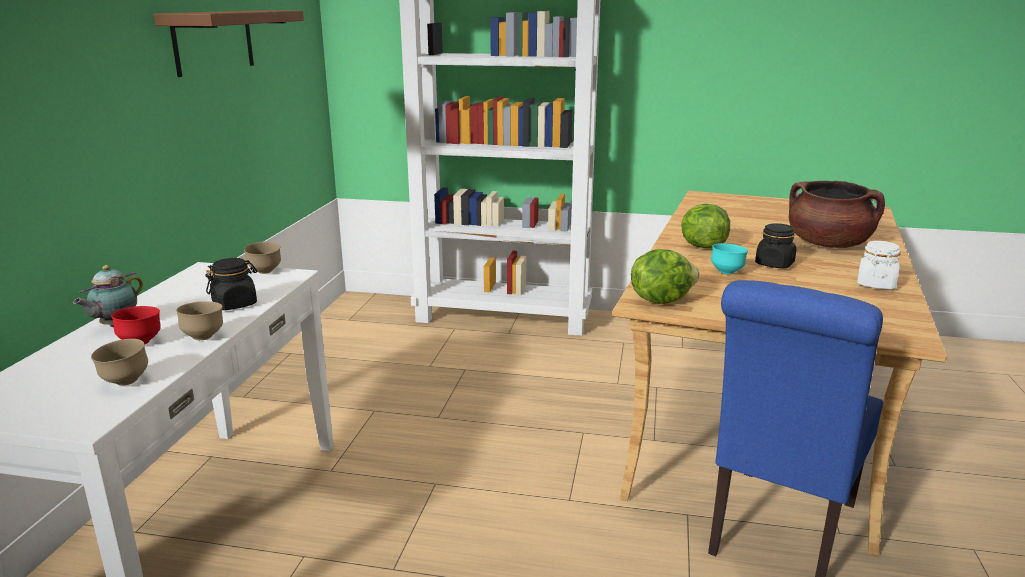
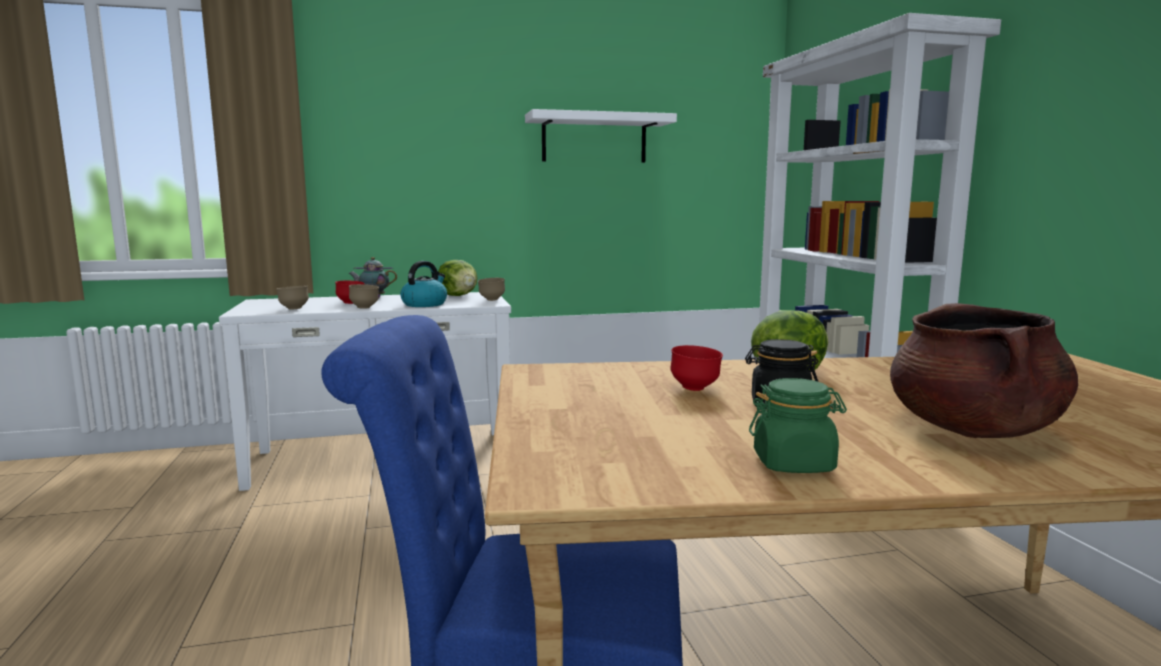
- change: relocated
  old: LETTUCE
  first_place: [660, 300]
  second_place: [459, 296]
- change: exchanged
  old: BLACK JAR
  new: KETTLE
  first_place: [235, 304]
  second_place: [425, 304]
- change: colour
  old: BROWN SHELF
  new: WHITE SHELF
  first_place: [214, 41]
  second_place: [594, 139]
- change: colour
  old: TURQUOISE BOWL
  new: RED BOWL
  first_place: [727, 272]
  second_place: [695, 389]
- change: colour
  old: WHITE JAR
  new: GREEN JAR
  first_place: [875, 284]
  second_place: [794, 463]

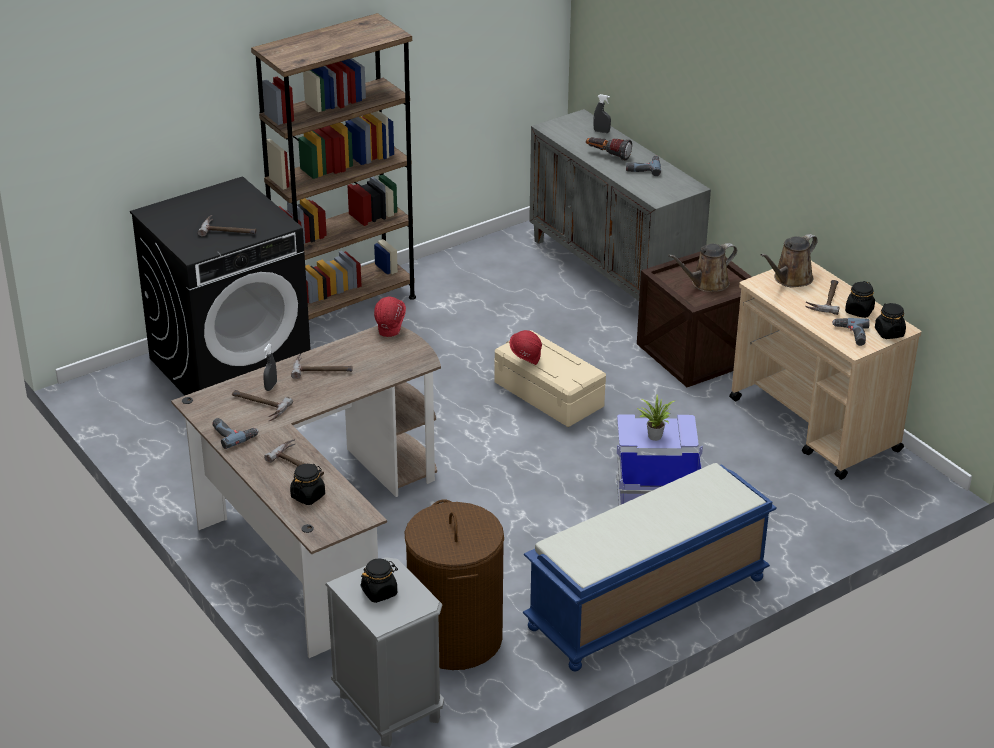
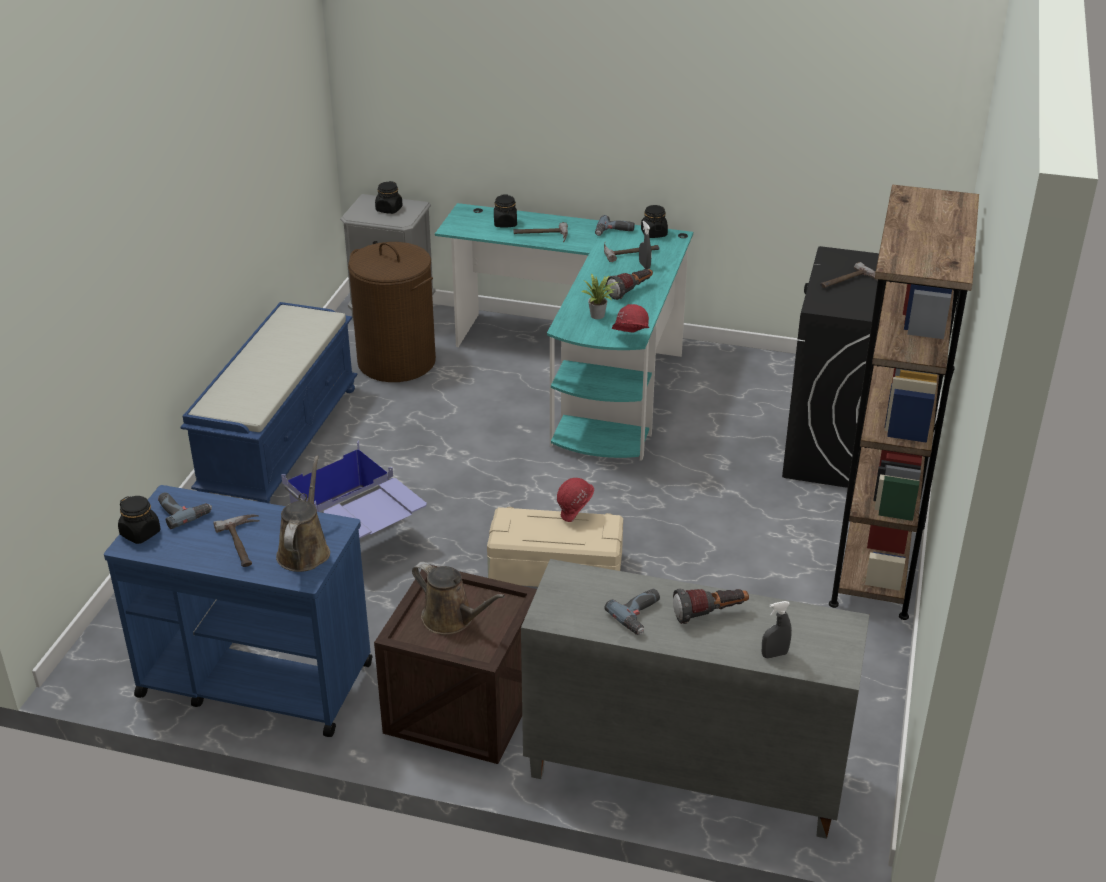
- change: relocated
  old: POTTED PLANT
  first_place: [653, 435]
  second_place: [599, 316]
- change: relocated
  old: BLACK JAR
  first_place: [859, 311]
  second_place: [653, 233]
- change: exchanged
  old: HAMMER
  new: FLASHLIGHT
  first_place: [322, 368]
  second_place: [631, 291]
- change: colour
  old: BROWN DESK
  new: TURQUOISE DESK
  first_place: [314, 529]
  second_place: [585, 375]
- change: colour
  old: BEIGE CART
  new: BLUE CART
  first_place: [815, 425]
  second_place: [254, 679]
- change: spun
  old: BROWN WATERING CAN
  first_place: [707, 284]
  second_place: [452, 619]
  degrees: 105

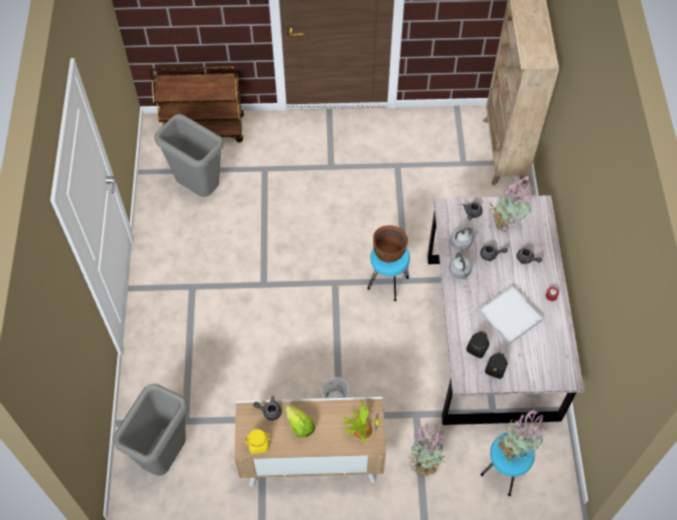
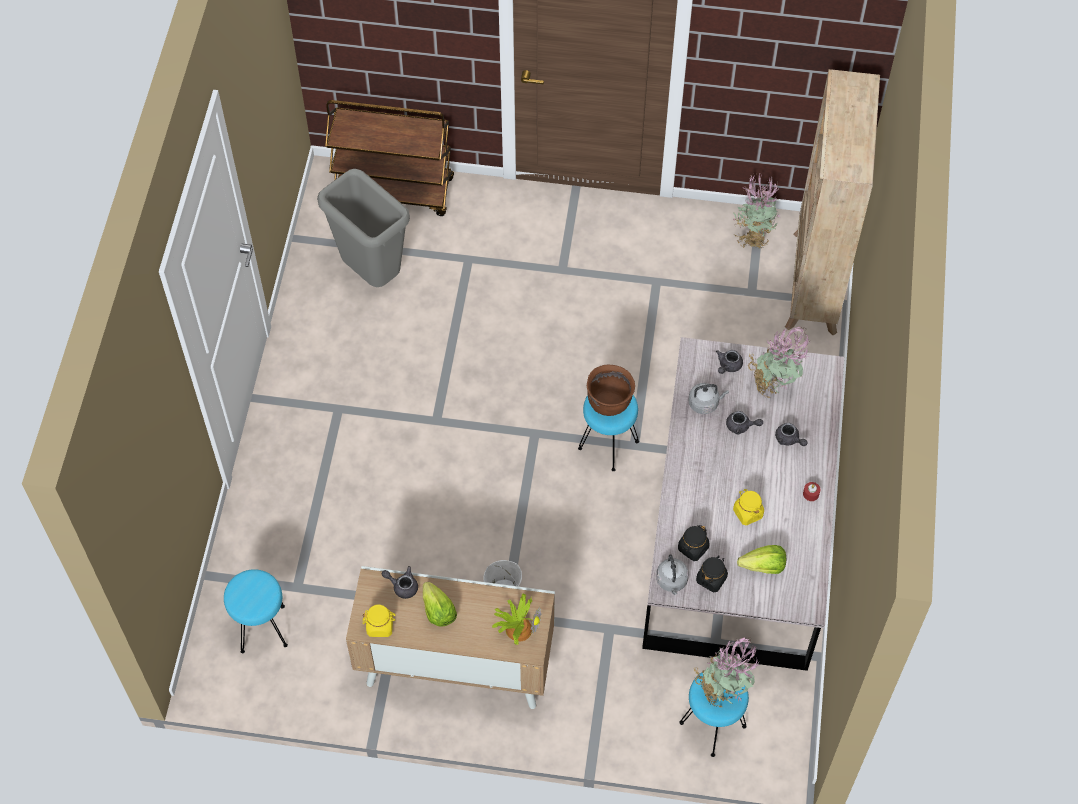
- change: appeared
  new: LETTUCE
  second_place: [763, 567]
- change: relocated
  old: POTTED PLANT
  first_place: [425, 462]
  second_place: [753, 236]
- change: relocated
  old: GREY KETTLE
  first_place: [460, 272]
  second_place: [672, 581]
- change: exchanged
  old: GREY TRASH CAN
  new: TURQUOISE STOOL
  first_place: [165, 455]
  second_place: [262, 627]
- change: exchanged
  old: WHITE TRAY
  new: YELLOW JAR
  first_place: [510, 316]
  second_place: [747, 513]

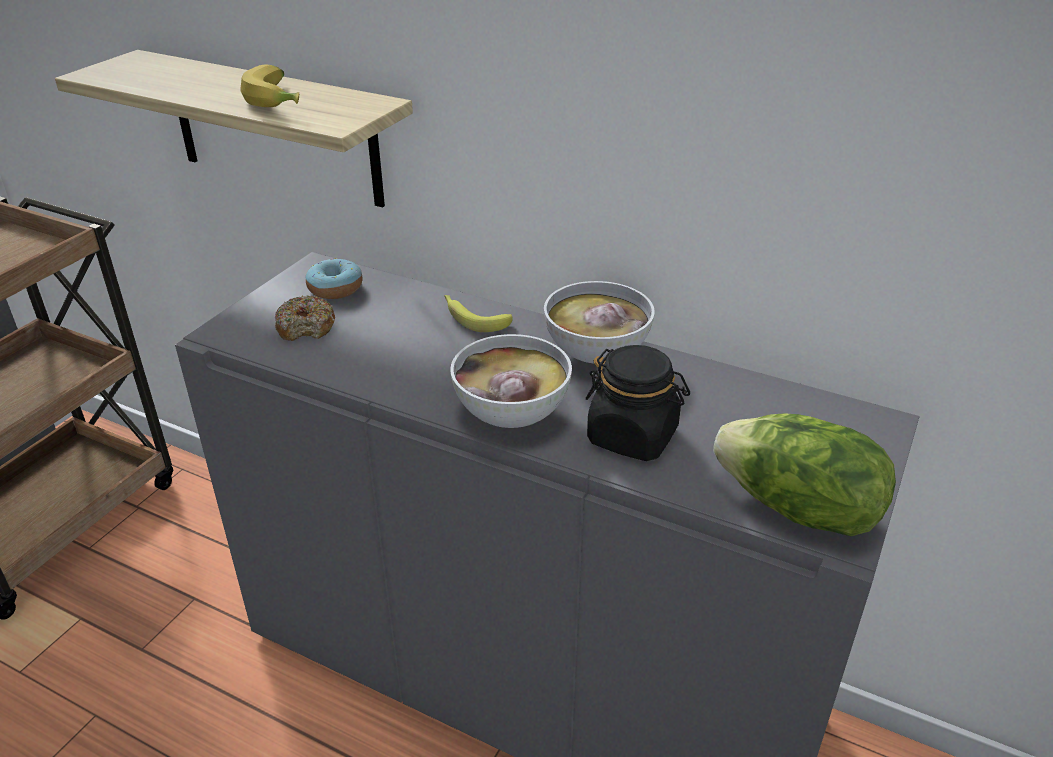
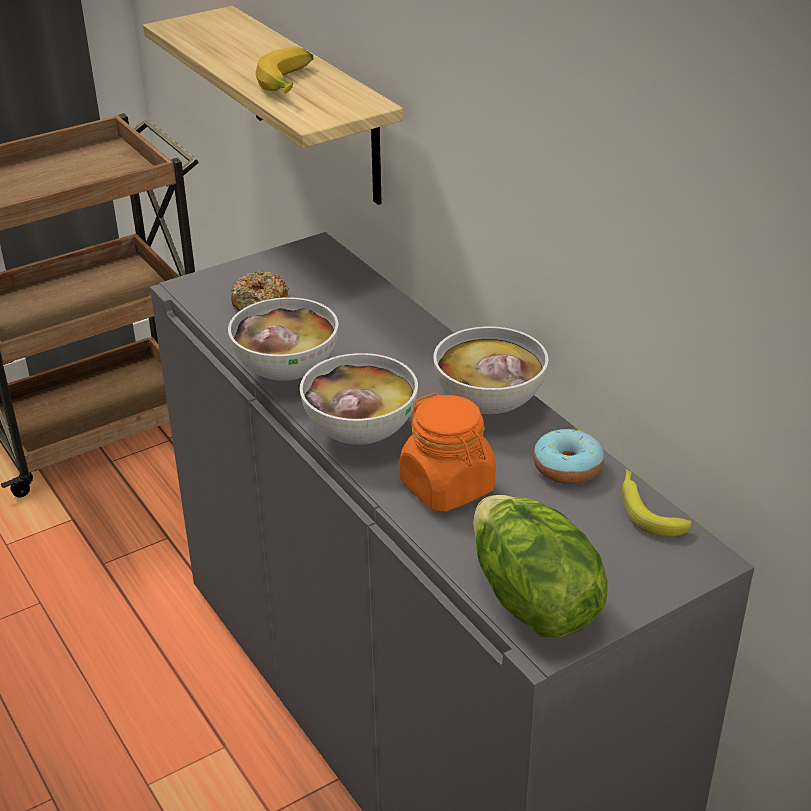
- change: appeared
  new: BOWL
  second_place: [287, 370]
- change: relocated
  old: DONUT
  first_place: [335, 288]
  second_place: [567, 467]
- change: relocated
  old: BANANA
  first_place: [473, 318]
  second_place: [647, 509]
- change: colour
  old: BLACK JAR
  new: ORANGE JAR
  first_place: [633, 436]
  second_place: [447, 487]

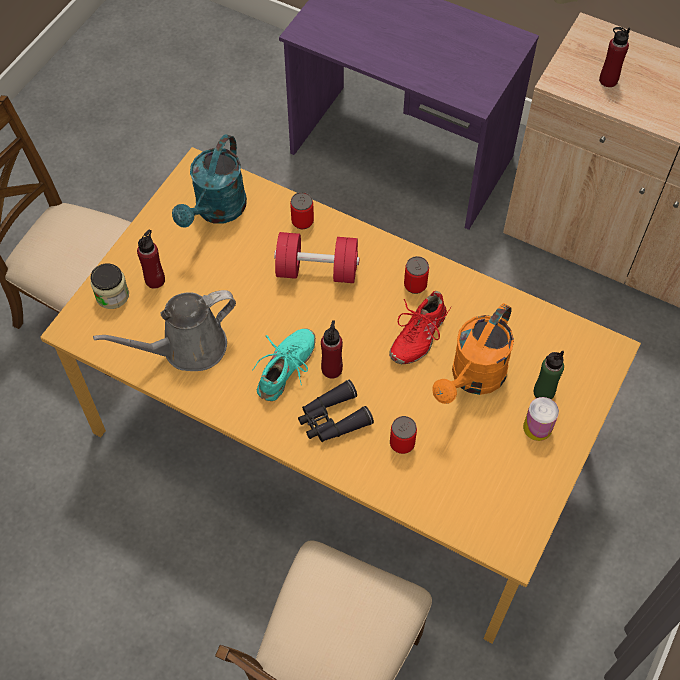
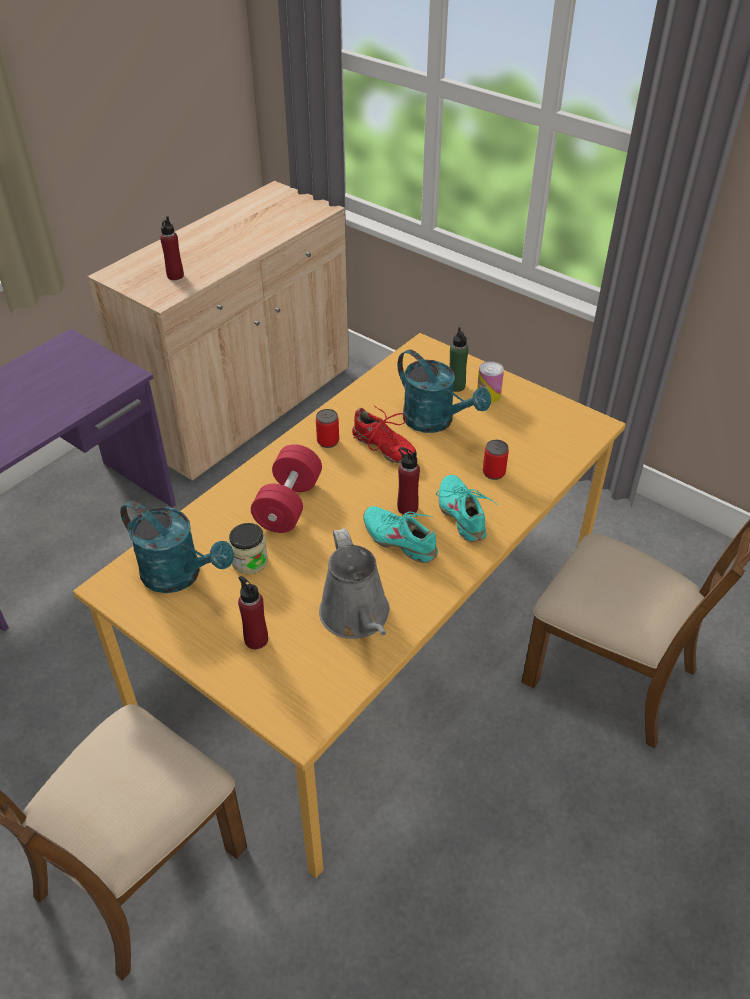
- change: missing
  old: CAN
  first_place: [302, 221]
- change: relocated
  old: JAR
  first_place: [112, 295]
  second_place: [249, 561]
- change: exchanged
  old: BLACK BINOCULARS
  new: TURQUOISE SHOE
  first_place: [332, 419]
  second_place: [462, 514]
- change: colour
  old: ORANGE WATERING CAN
  new: TURQUOISE WATERING CAN
  first_place: [473, 379]
  second_place: [436, 421]

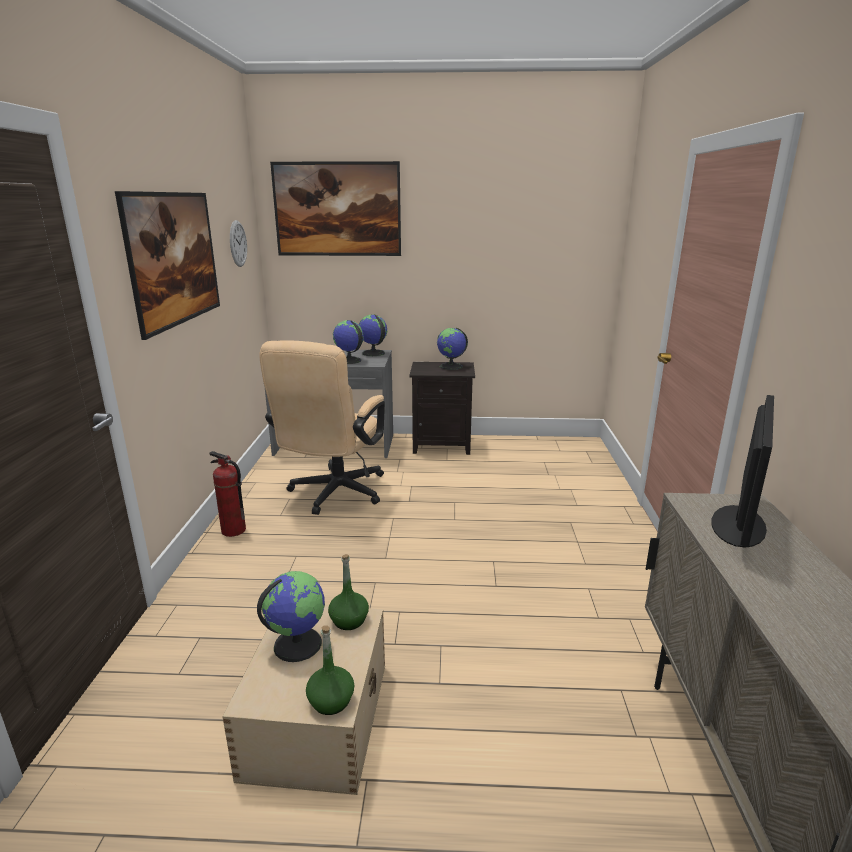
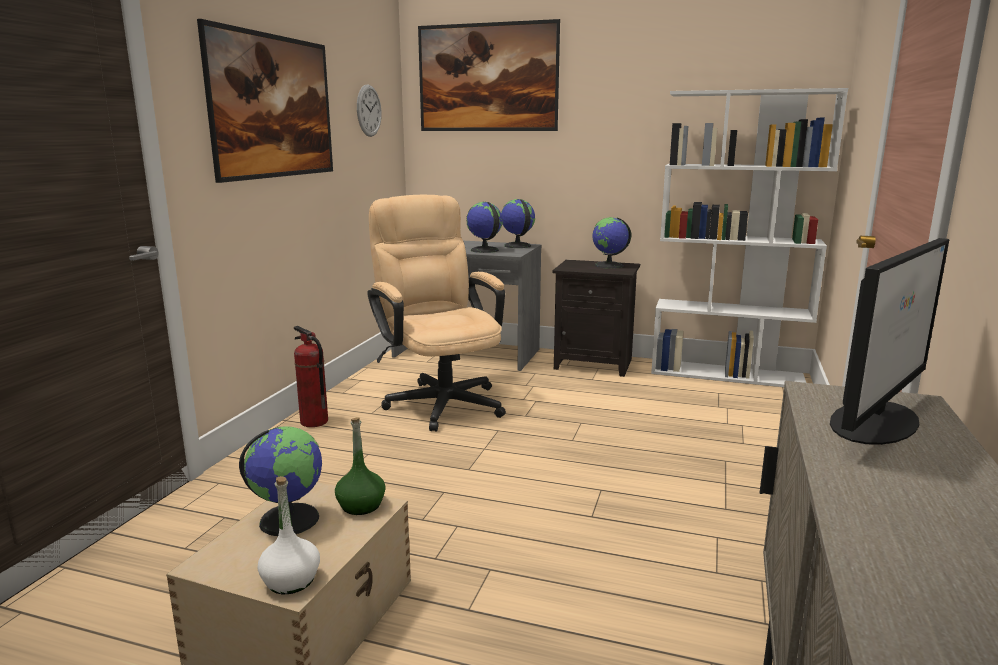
- change: appeared
  new: WHITE BOOKCASE
  second_place: [727, 374]
- change: colour
  old: GREEN BOTTLE
  new: WHITE BOTTLE
  first_place: [331, 700]
  second_place: [291, 580]
- change: spun
  old: BEIGE OFFICE CHAIR
  first_place: [333, 495]
  second_place: [440, 400]
  degrees: 120

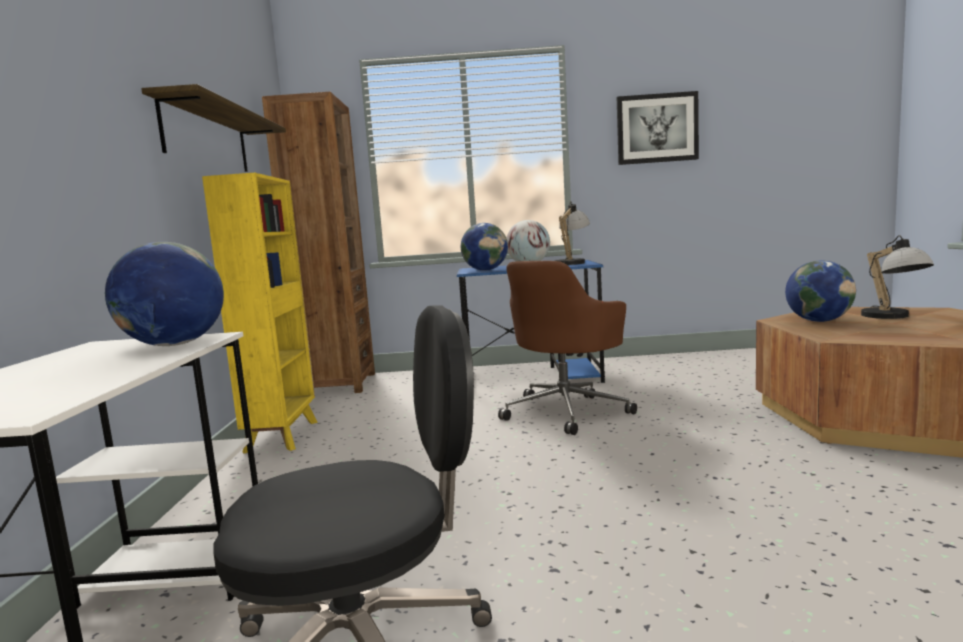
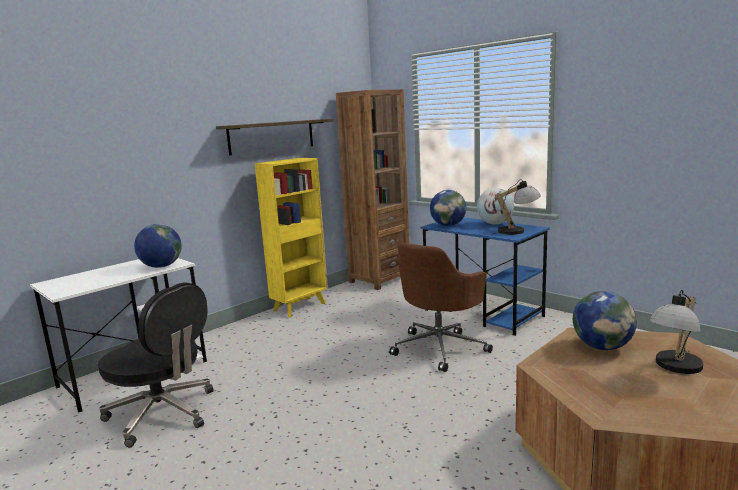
- change: missing
  old: PICTURE
  first_place: [657, 128]
- change: spun
  old: BROWN OFFICE CHAIR
  first_place: [567, 411]
  second_place: [440, 348]
  degrees: -45

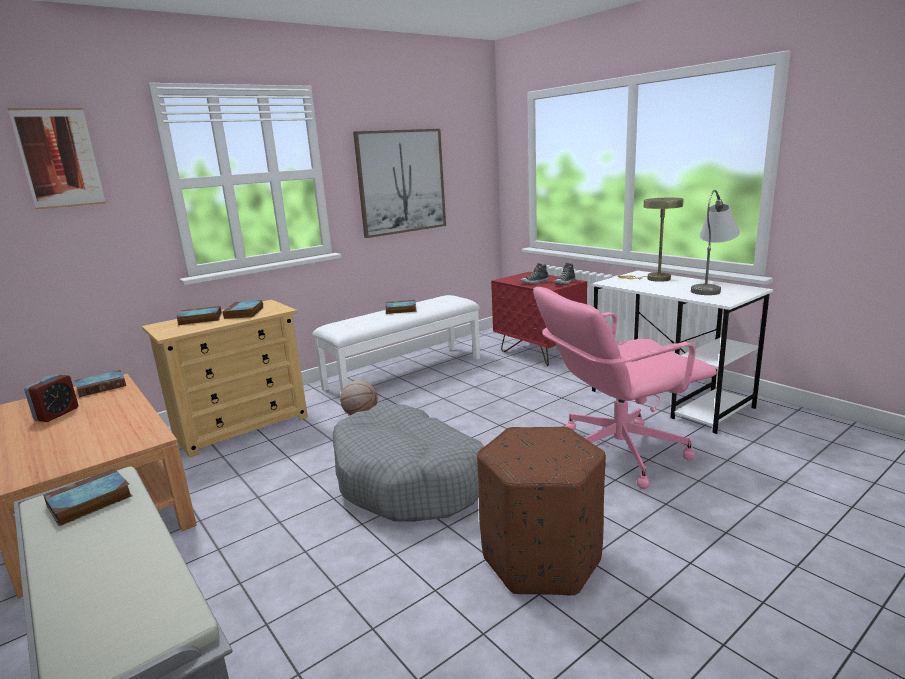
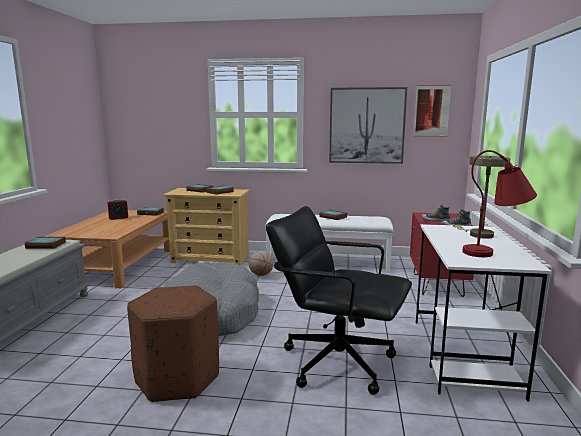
- change: relocated
  old: PICTURE
  first_place: [59, 158]
  second_place: [431, 111]
- change: colour
  old: PINK OFFICE CHAIR
  new: BLACK OFFICE CHAIR
  first_place: [616, 452]
  second_place: [337, 361]
- change: colour
  old: GREY TABLE LAMP
  new: RED TABLE LAMP
  first_place: [711, 287]
  second_place: [496, 252]

